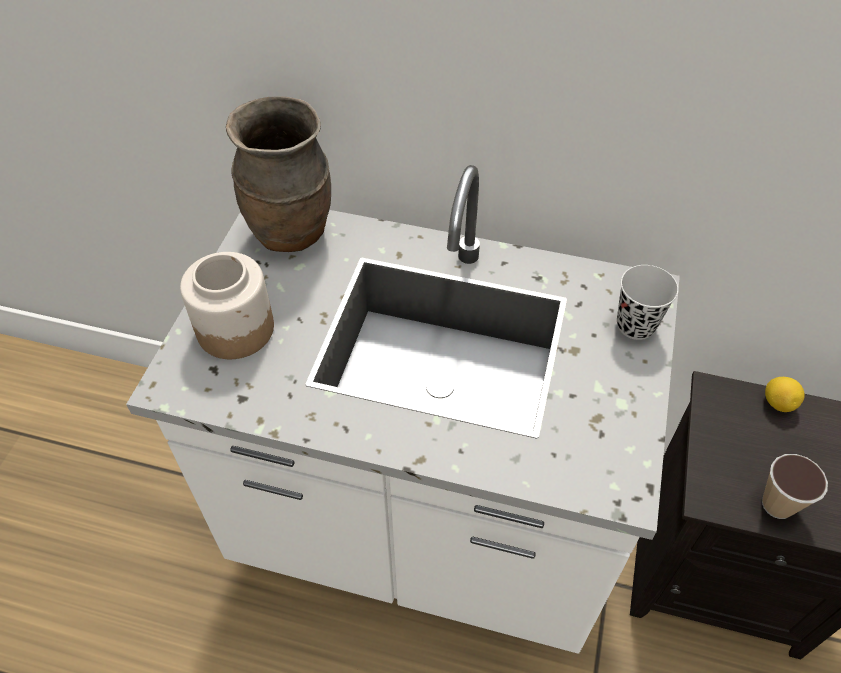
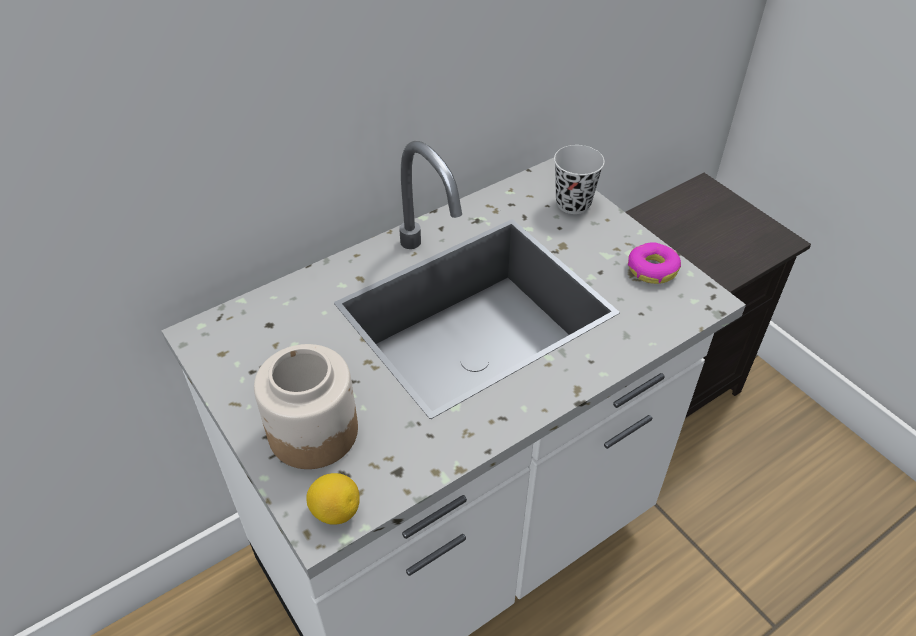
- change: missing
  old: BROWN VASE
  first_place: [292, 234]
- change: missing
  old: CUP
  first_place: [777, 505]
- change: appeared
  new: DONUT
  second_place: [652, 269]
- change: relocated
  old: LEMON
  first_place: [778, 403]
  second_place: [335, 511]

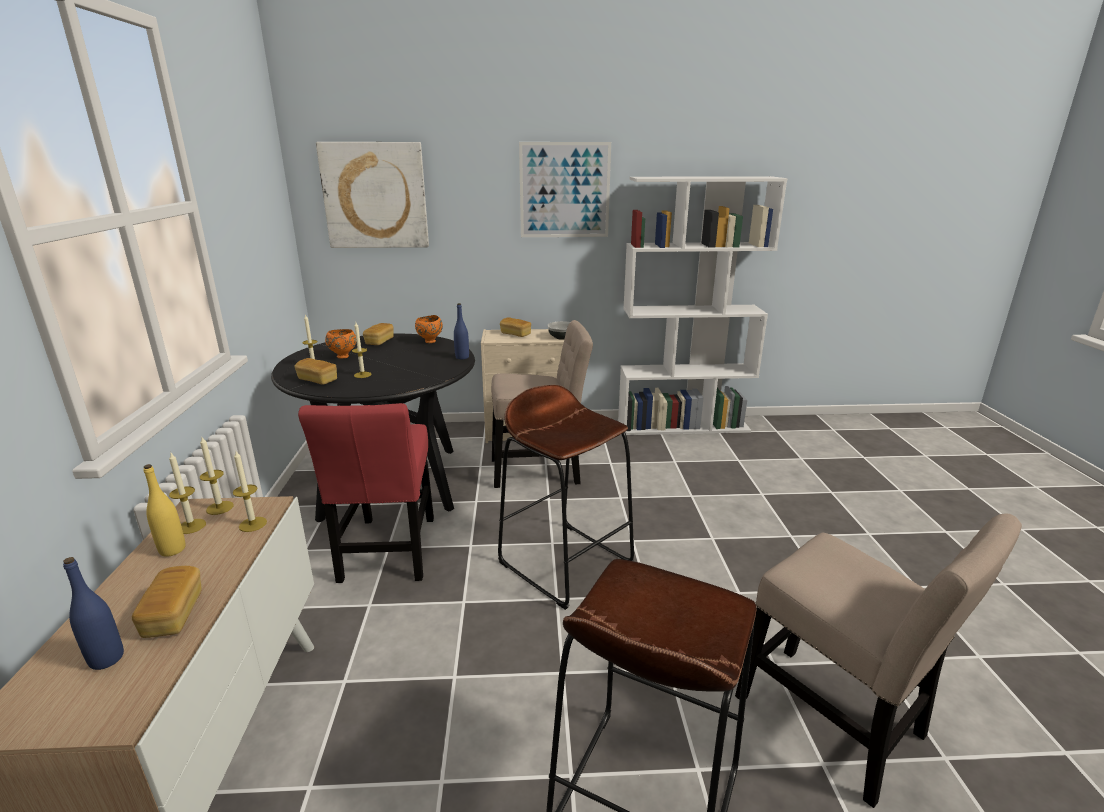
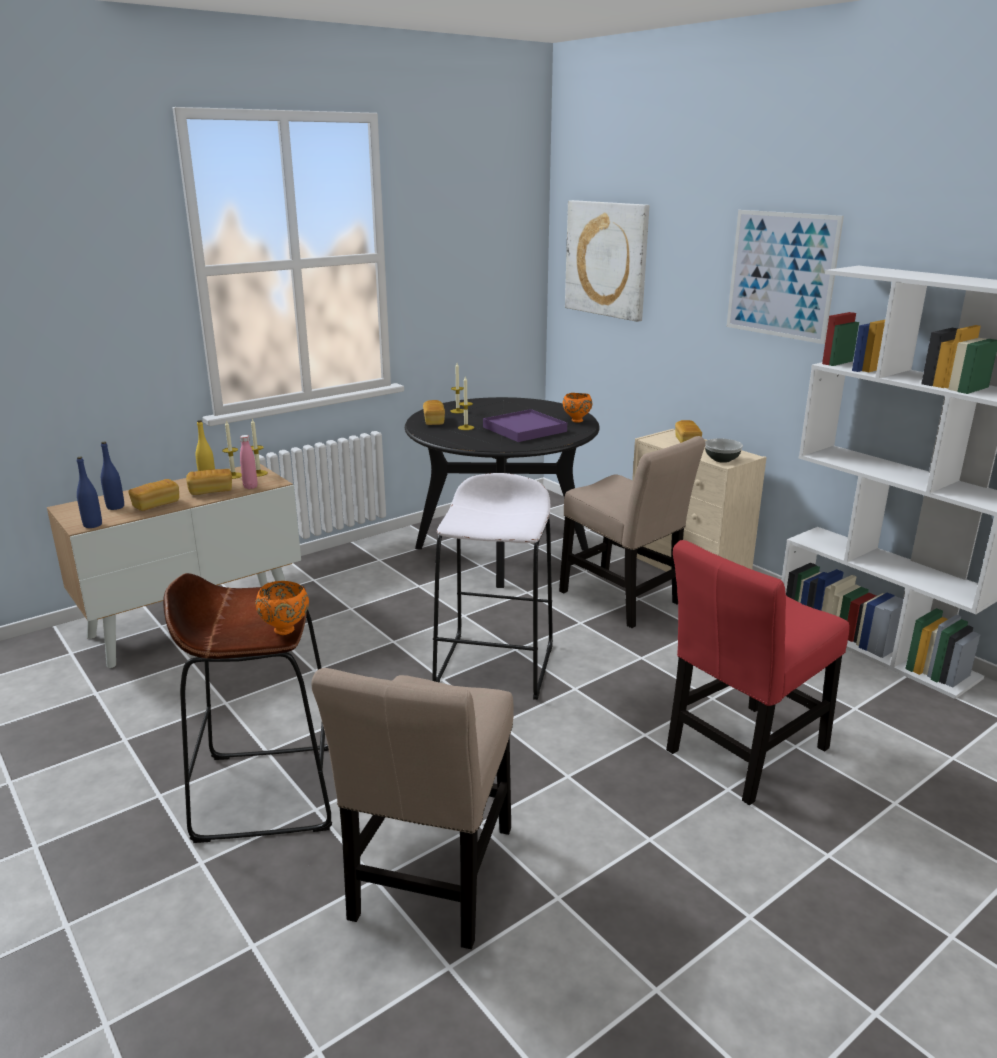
- change: appeared
  new: PURPLE TRAY
  second_place: [524, 429]
- change: relocated
  old: RED CHAIR
  first_place: [388, 553]
  second_place: [743, 754]
- change: relocated
  old: ORANGE BOWL
  first_place: [343, 356]
  second_place: [286, 630]
- change: relocated
  old: BREAD
  first_place: [379, 341]
  second_place: [211, 491]
- change: relocated
  old: BLUE BOTTLE
  first_place: [462, 357]
  second_place: [92, 525]
- change: exchanged
  old: CANDLE
  new: PINK BOTTLE
  first_place: [253, 524]
  second_place: [250, 487]
- change: colour
  old: BROWN STOOL
  new: WHITE STOOL
  first_place: [565, 562]
  second_place: [495, 665]

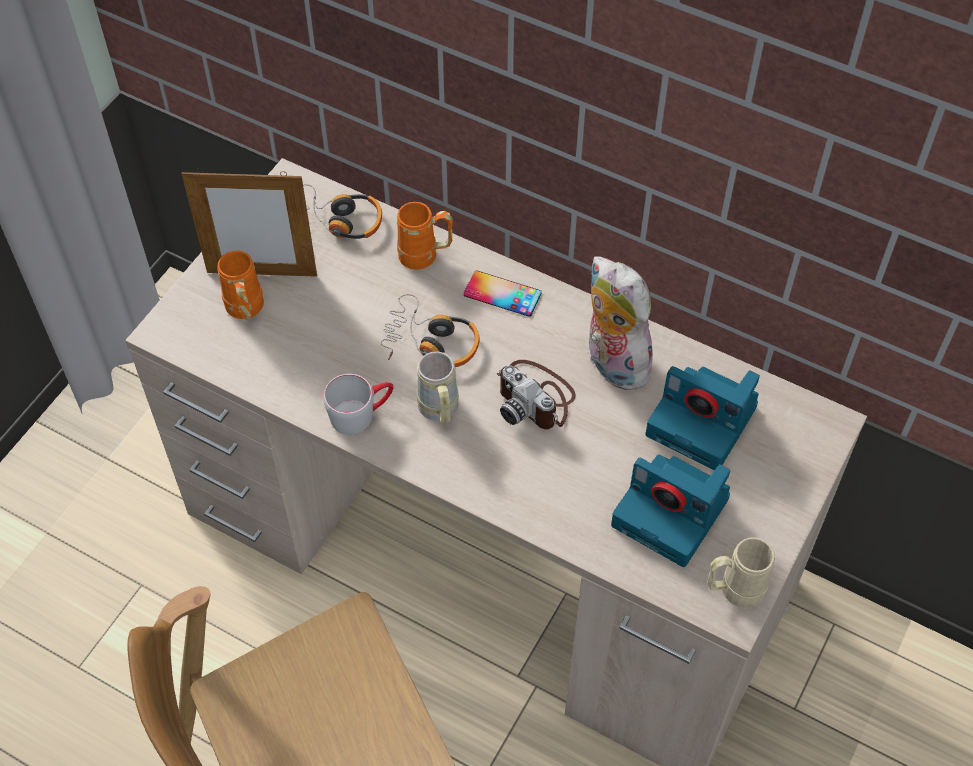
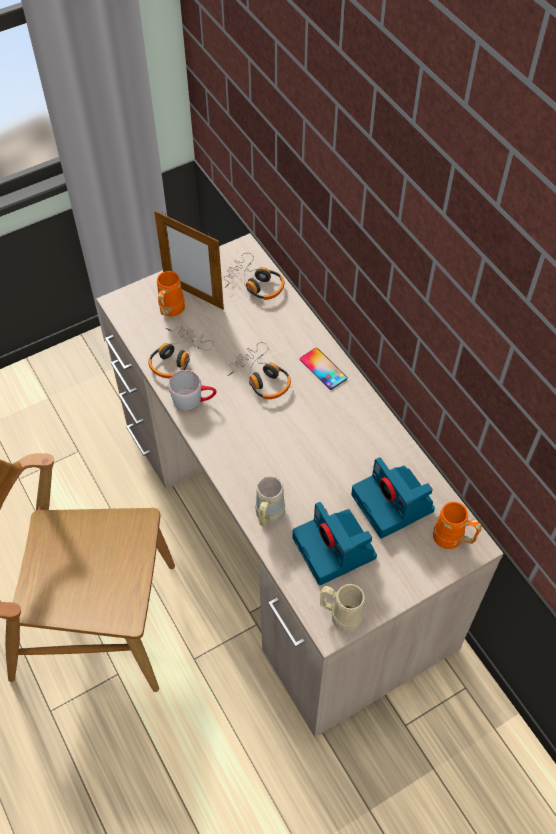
- change: missing
  old: PHOTO CAMERA
  first_place: [535, 398]
- change: missing
  old: PLUSH TOY
  first_place: [612, 362]
- change: appeared
  new: HEADPHONES
  second_place: [177, 357]
- change: relocated
  old: ORANGE MUG
  first_place: [425, 256]
  second_place: [453, 539]
- change: relocated
  old: BEIGE MUG
  first_place: [439, 412]
  second_place: [268, 516]

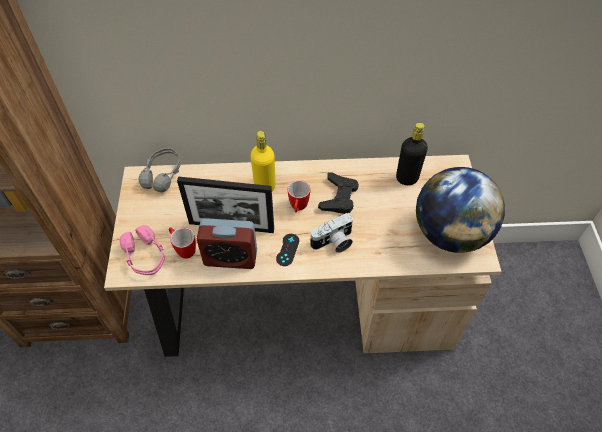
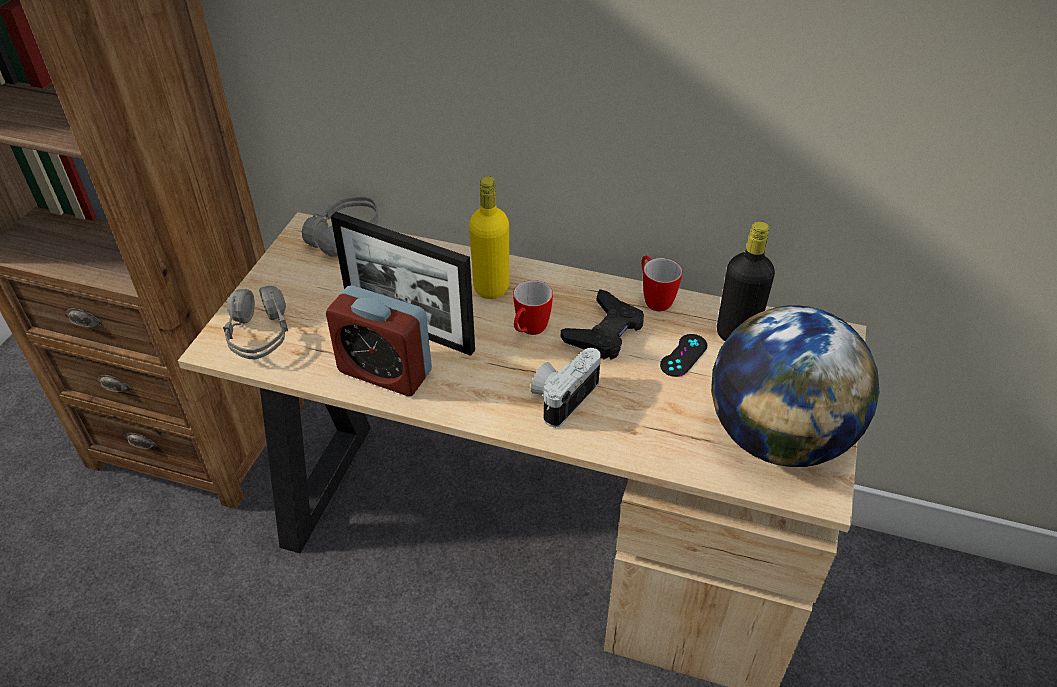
- change: relocated
  old: MUG
  first_place: [183, 249]
  second_place: [654, 299]
- change: relocated
  old: BLACK GAME CONTROLLER
  first_place: [287, 250]
  second_place: [683, 355]
- change: colour
  old: PINK HEADPHONES
  new: GREY HEADPHONES
  first_place: [145, 257]
  second_place: [259, 336]
- change: spun
  old: PHOTO CAMERA
  first_place: [333, 243]
  second_place: [562, 396]
  degrees: 135

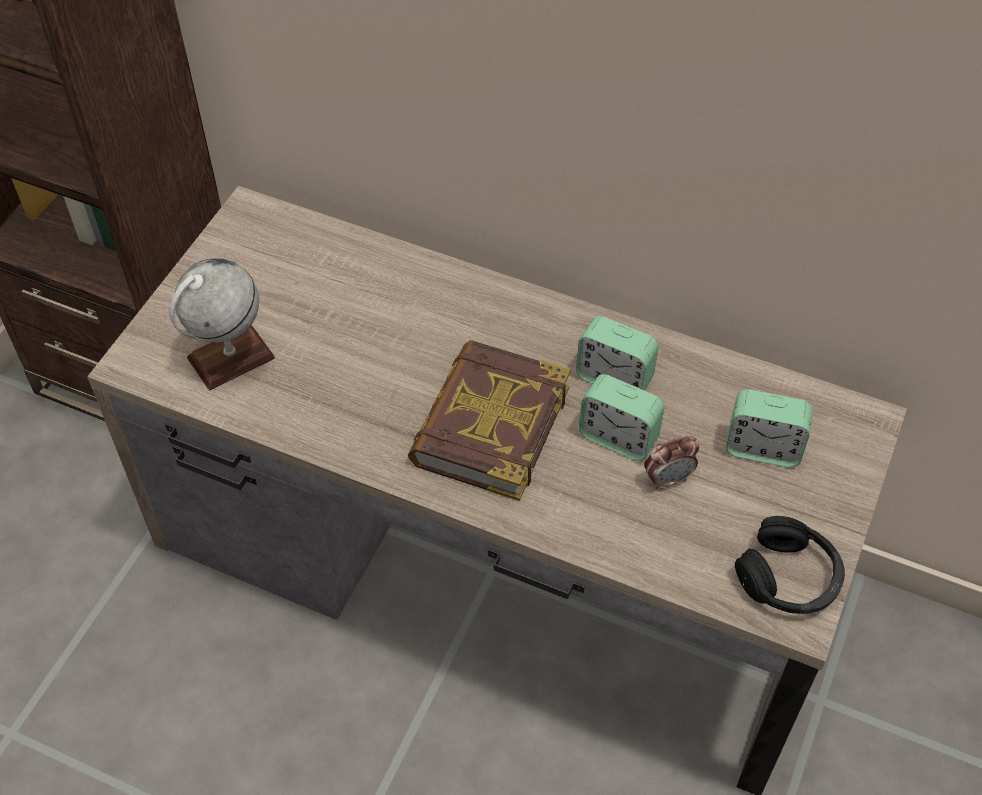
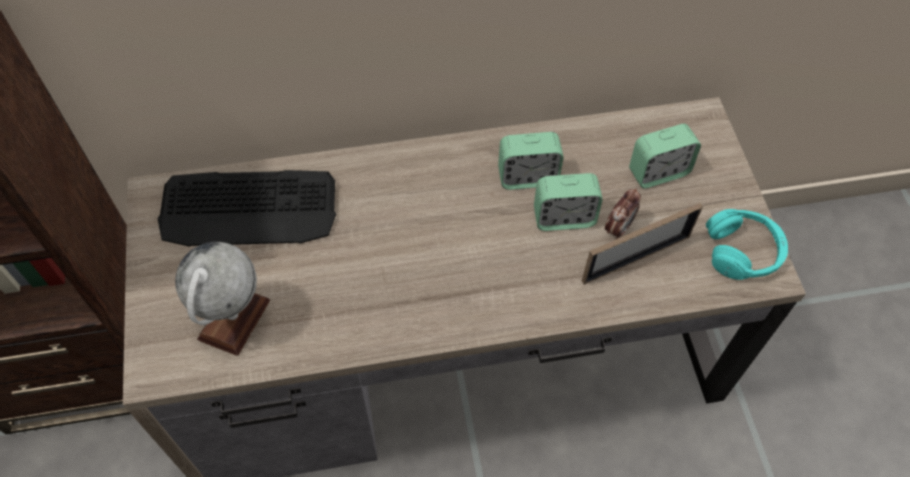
- change: missing
  old: BOOK
  first_place: [489, 426]
- change: appeared
  new: KEYBOARD
  second_place: [249, 208]
- change: appeared
  new: PICTURE FRAME
  second_place: [635, 259]
- change: colour
  old: BLACK HEADPHONES
  new: TURQUOISE HEADPHONES
  first_place: [789, 578]
  second_place: [742, 251]

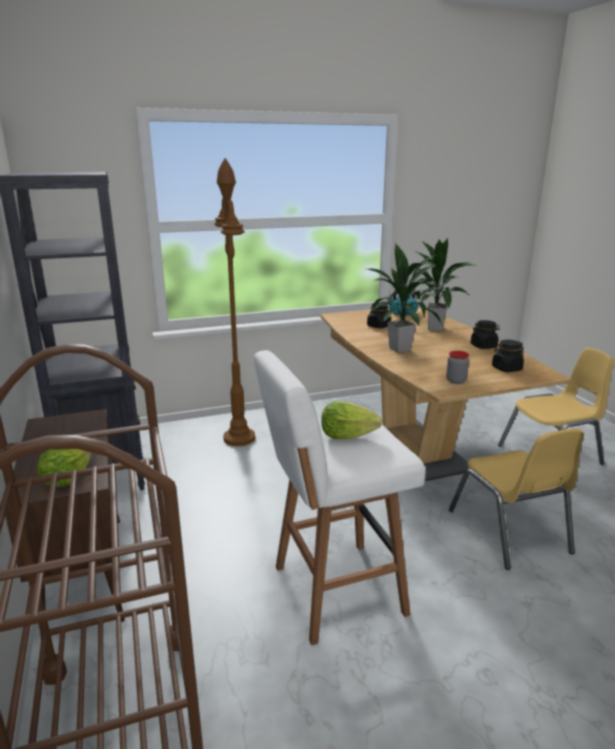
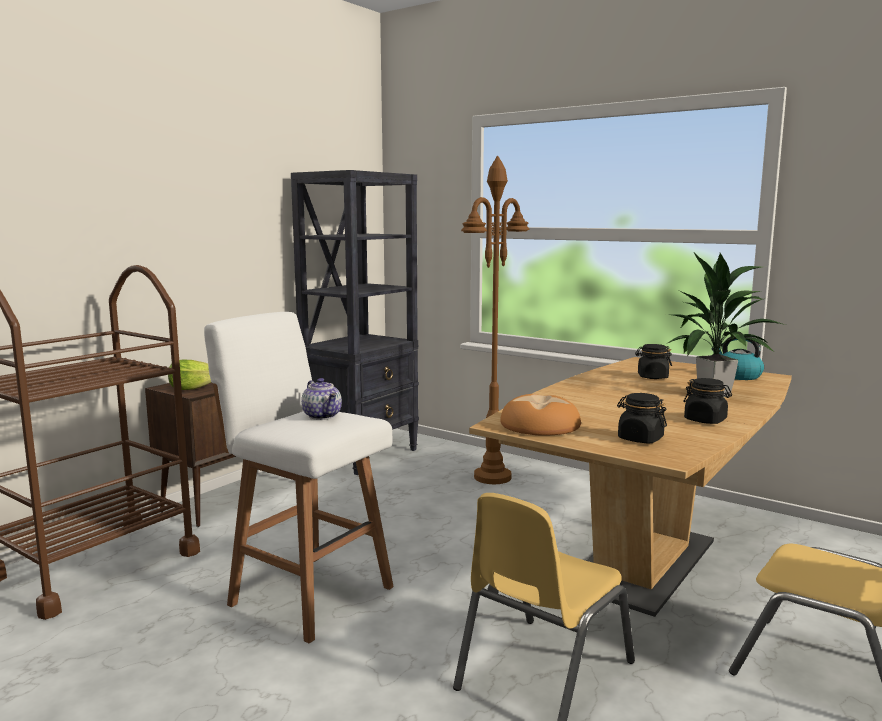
- change: missing
  old: POTTED PLANT
  first_place: [400, 349]
- change: exchanged
  old: LETTUCE
  new: TEAPOT
  first_place: [346, 436]
  second_place: [323, 416]
- change: exchanged
  old: JAR
  new: BREAD
  first_place: [456, 381]
  second_place: [539, 425]

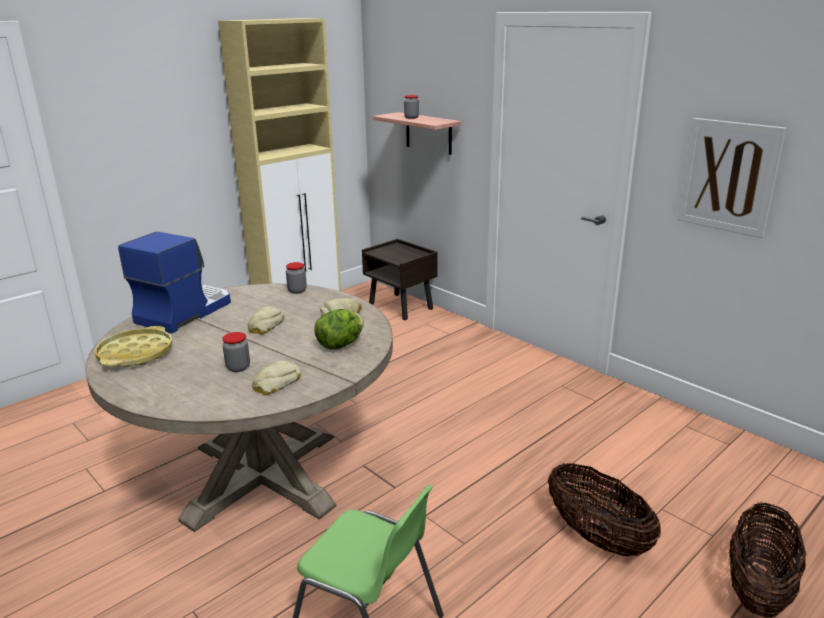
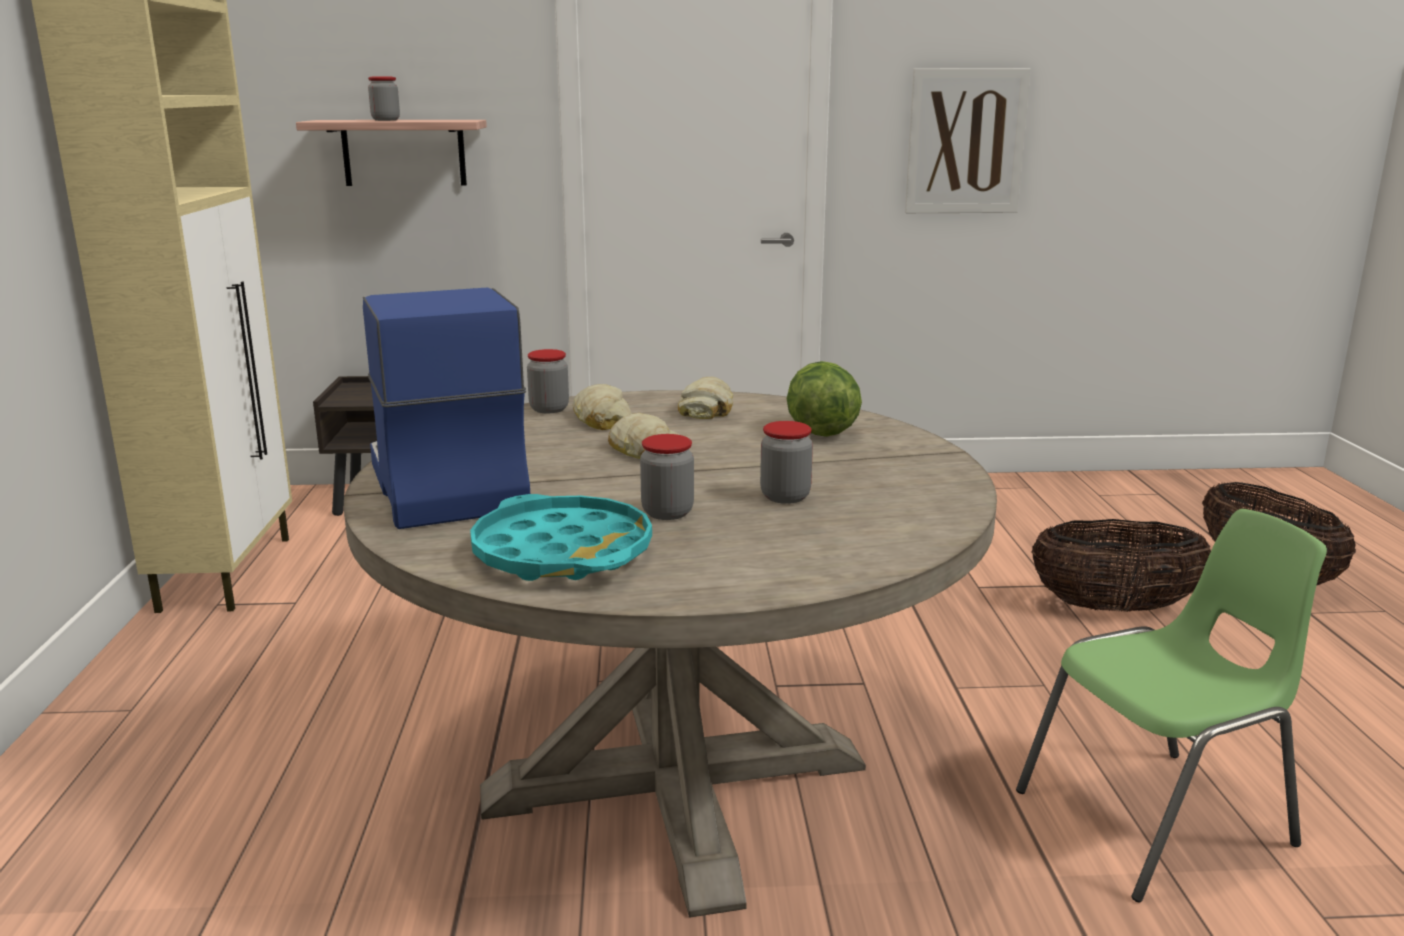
- change: appeared
  new: JAR
  second_place: [667, 512]
- change: relocated
  old: BREAD
  first_place: [275, 383]
  second_place: [602, 419]
- change: colour
  old: YELLOW TRAY
  new: TURQUOISE TRAY
  first_place: [136, 354]
  second_place: [563, 553]

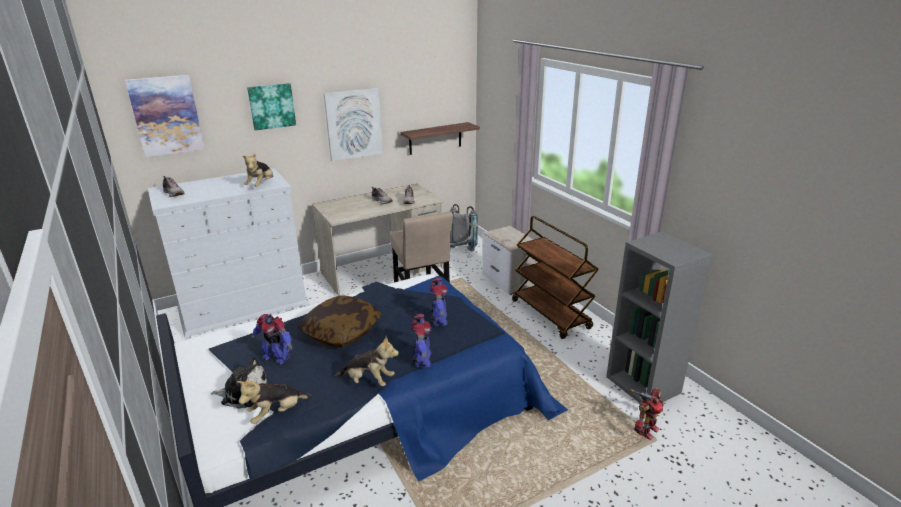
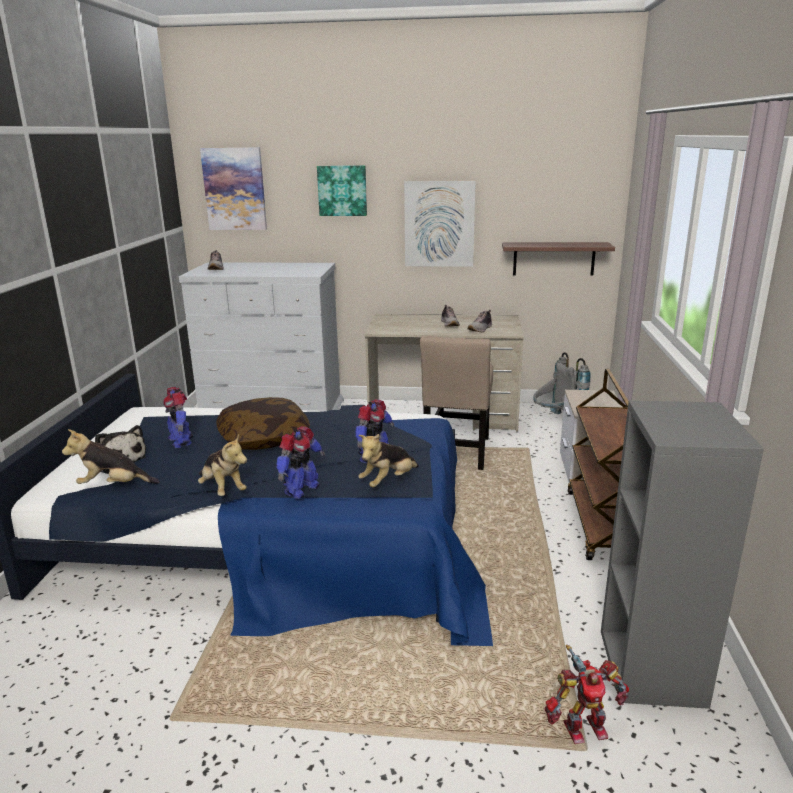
- change: relocated
  old: PLUSH TOY
  first_place: [261, 185]
  second_place: [388, 481]

